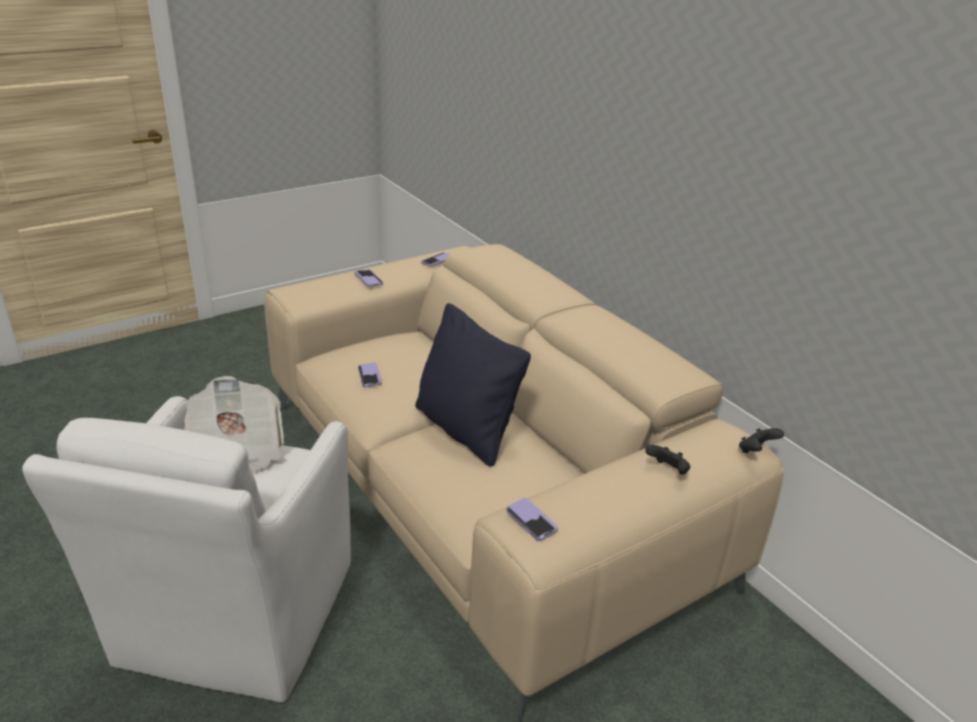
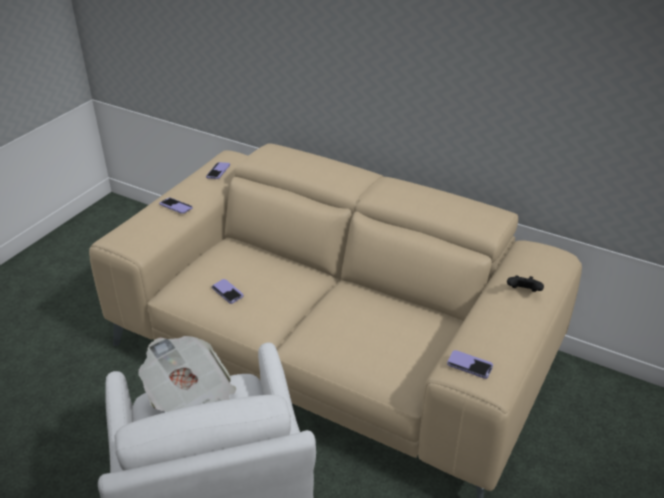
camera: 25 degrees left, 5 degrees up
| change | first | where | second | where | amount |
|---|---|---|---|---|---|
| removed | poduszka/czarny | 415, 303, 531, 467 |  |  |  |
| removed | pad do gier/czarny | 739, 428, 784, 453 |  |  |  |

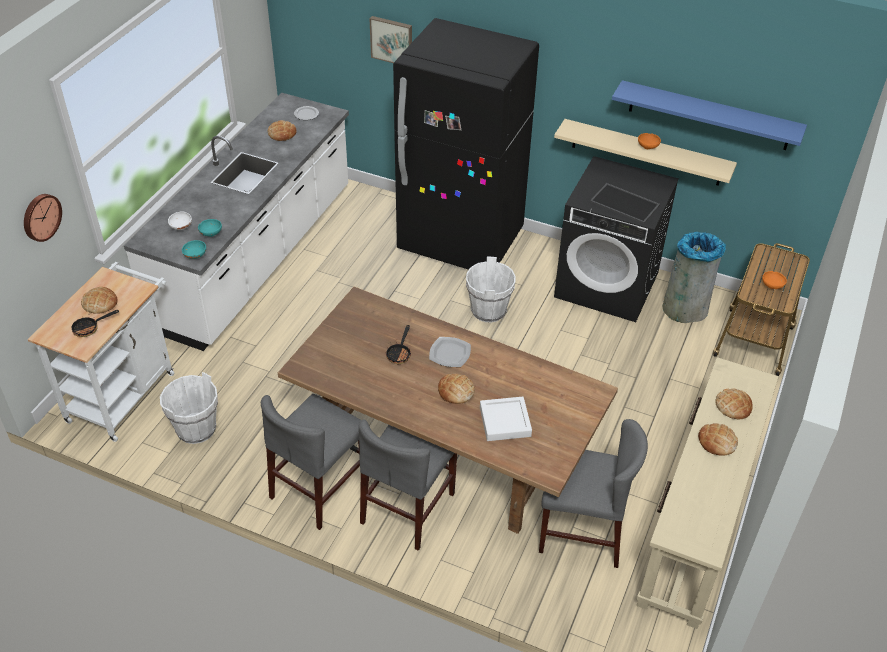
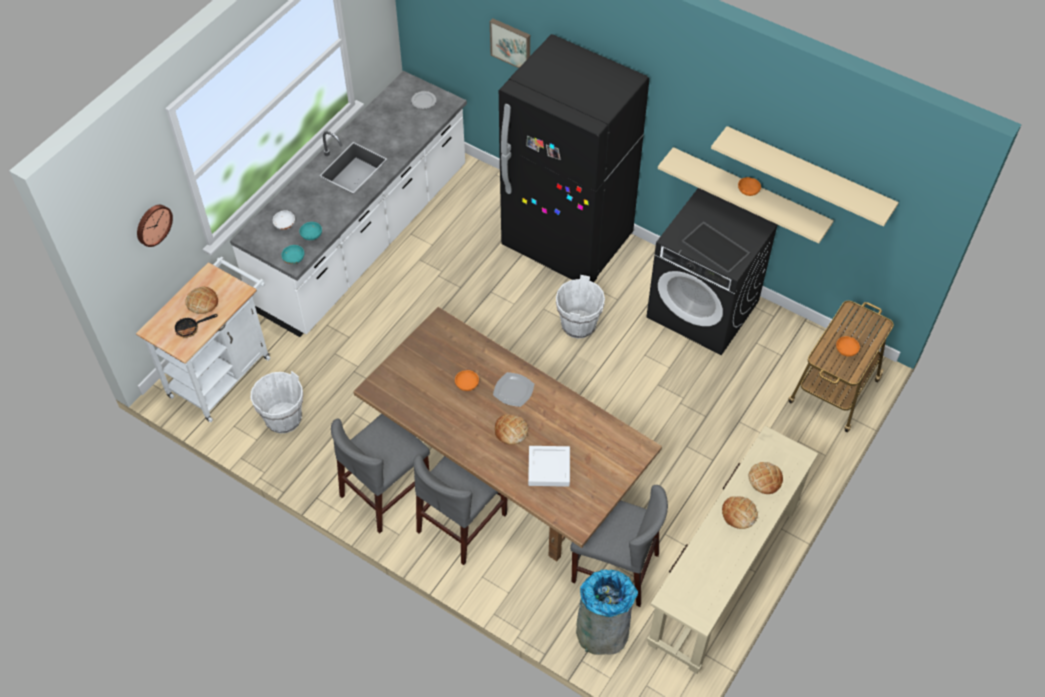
camera: 10 degrees right, 10 degrees up
| change | first | where | second | where | amount |
|---|---|---|---|---|---|
| removed | chleb | 268, 120, 297, 141 |  |  |  |
| replaced | patelnia | 386, 325, 411, 364 | miska/pomarańczowy | 455, 370, 479, 391 |  |
| recoloured | półka/niebieski | 612, 80, 807, 150 | półka/beżowy | 711, 126, 899, 227 |  |
| moved | kosz na śmieci/szary | 663, 232, 726, 323 |  | 576, 569, 638, 655 |  |

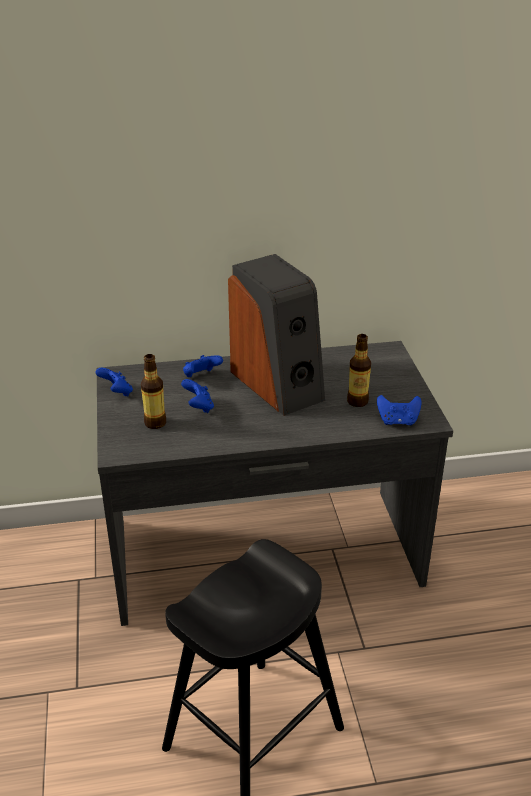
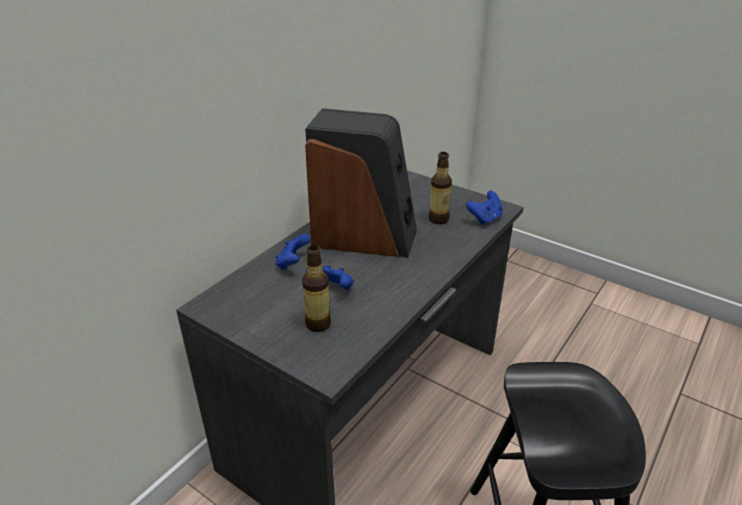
camera: 45 degrees left, 0 degrees up
| change | first | where | second | where | amount |
|---|---|---|---|---|---|
| removed | pad do gier/niebieski | 95, 368, 133, 396 |  |  |  |

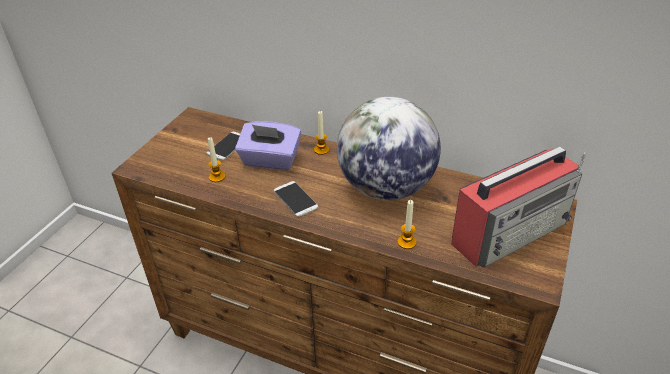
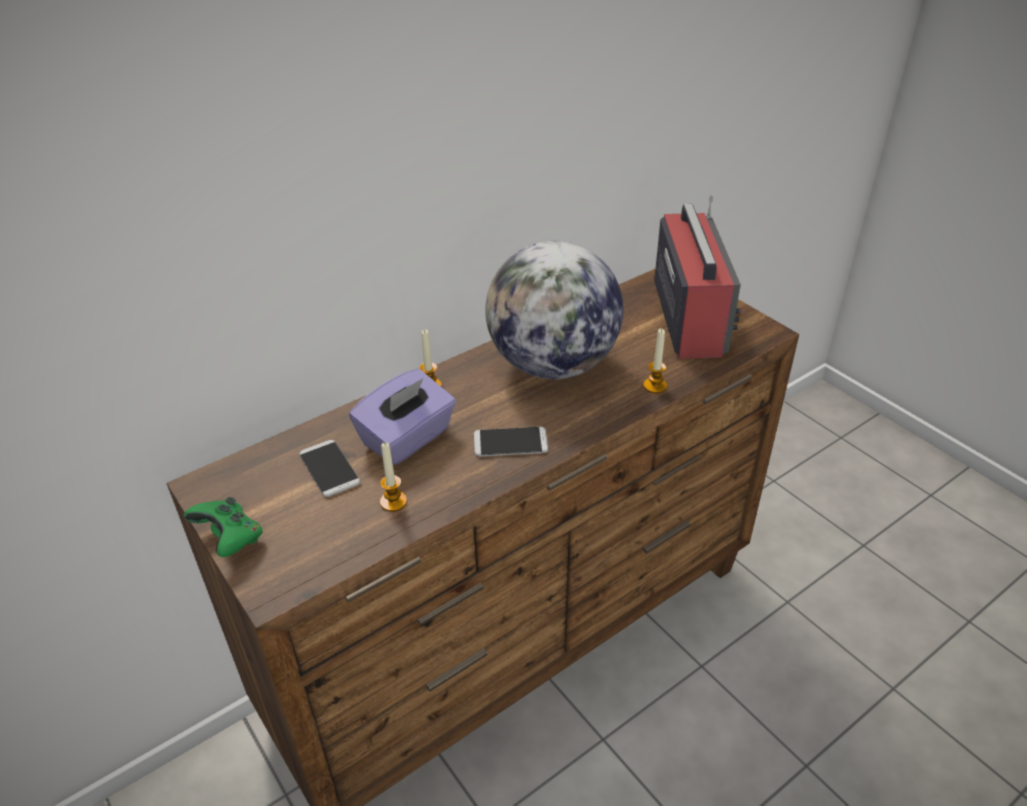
camera: 60 degrees left, 0 degrees up
| change | first | where | second | where | amount |
|---|---|---|---|---|---|
| added |  |  | pad do gier/zielony | 184, 497, 263, 557 |  |

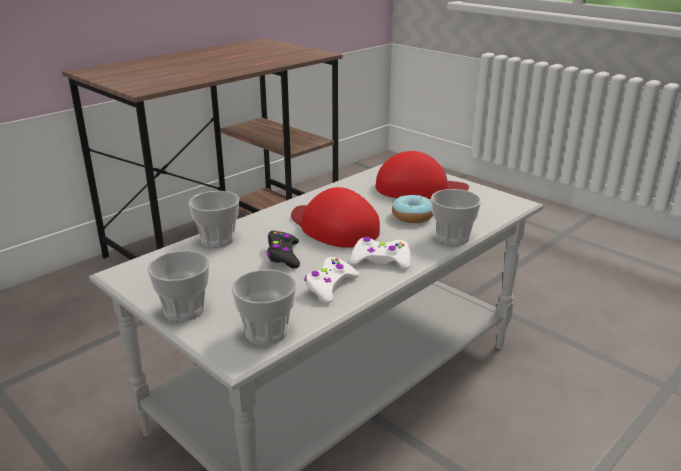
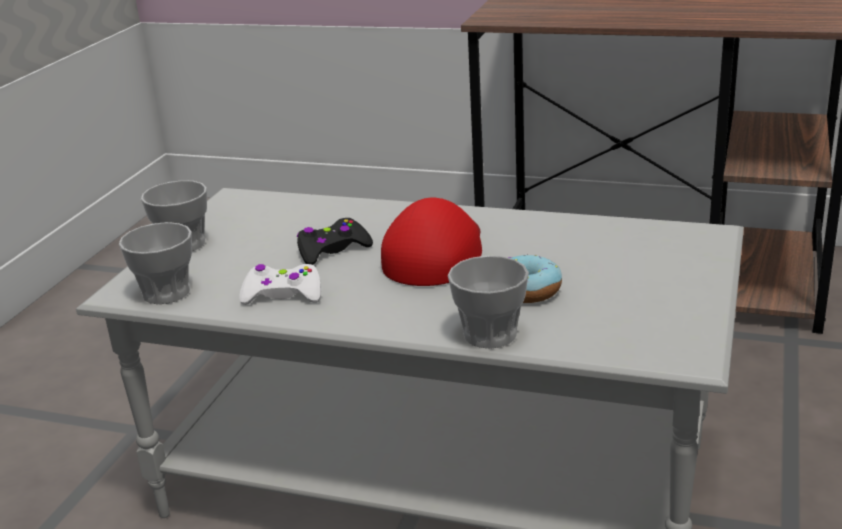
camera: 65 degrees right, 0 degrees up
| change | first | where | second | where | amount |
|---|---|---|---|---|---|
| removed | filiżanka | 189, 191, 239, 247 |  |  |  |
| removed | pad do gier/biały | 351, 237, 411, 269 |  |  |  |
| removed | czapka z daszkiem/czerwony | 375, 151, 469, 199 |  |  |  |

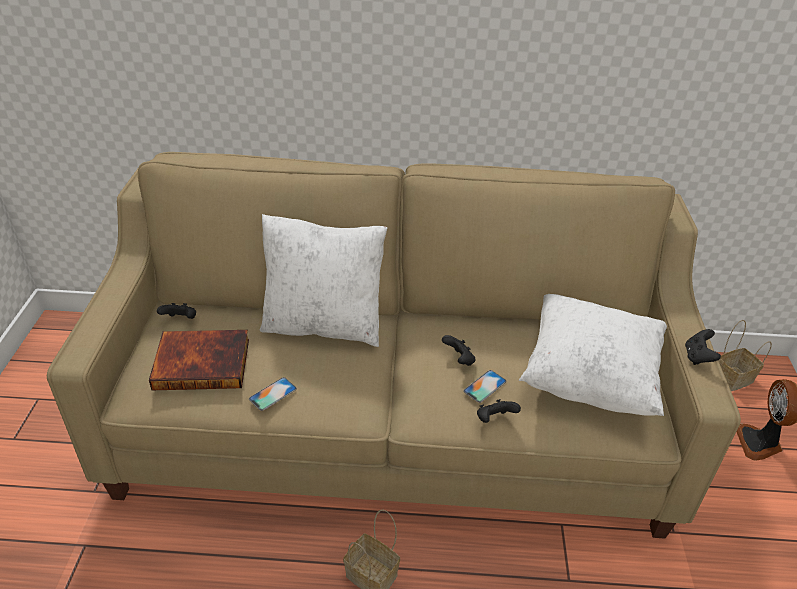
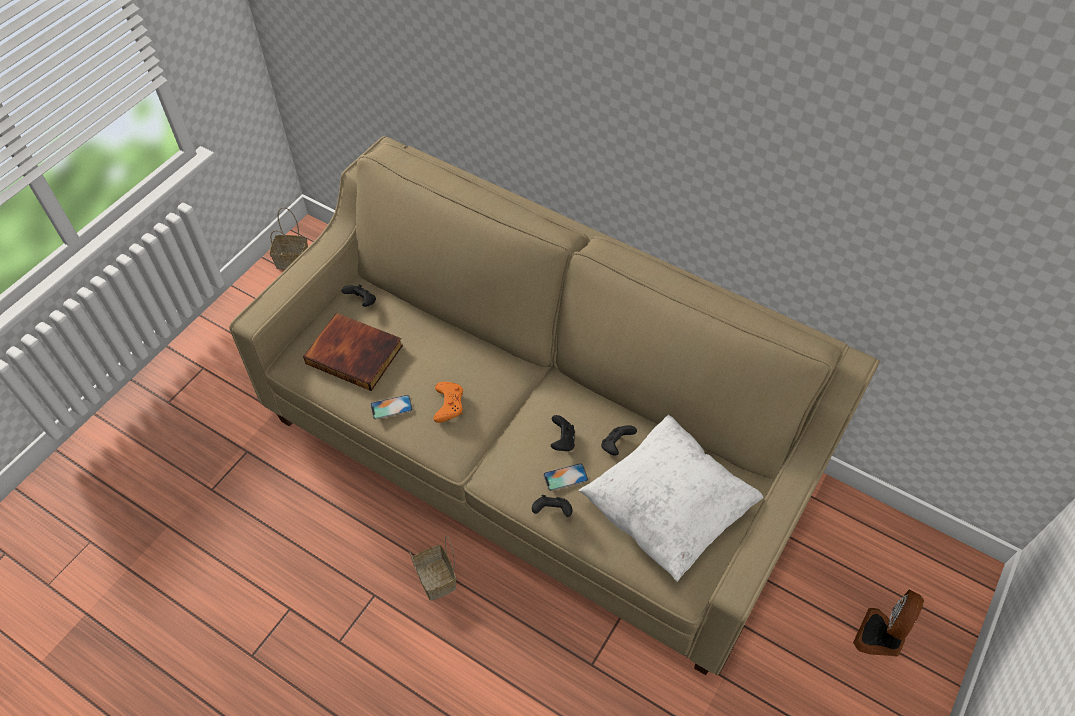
camera: 30 degrees right, 15 degrees up
| change | first | where | second | where | amount |
|---|---|---|---|---|---|
| removed | poduszka/biały | 260, 214, 387, 347 |  |  |  |
| moved | pad do gier/czarny | 685, 329, 721, 365 |  | 601, 425, 637, 456 |  |
| moved | koszyk | 718, 320, 772, 391 |  | 270, 207, 308, 270 |  |
| added |  |  | pad do gier/pomarańczowy | 433, 382, 463, 423 |  |

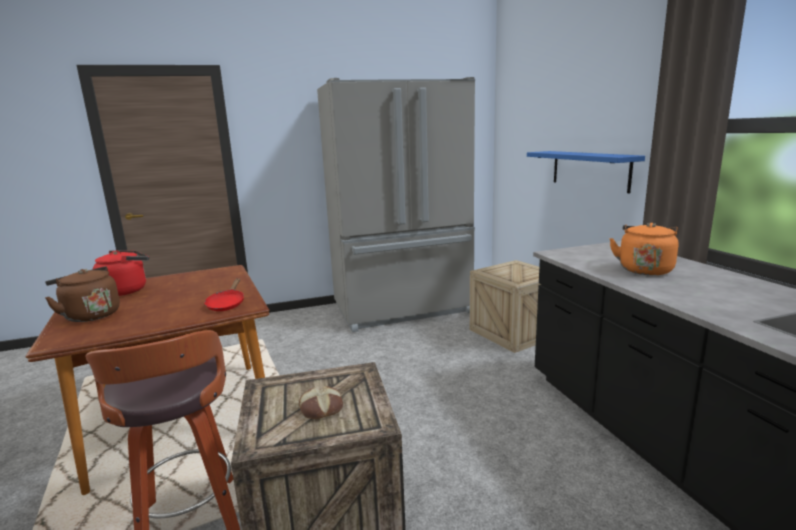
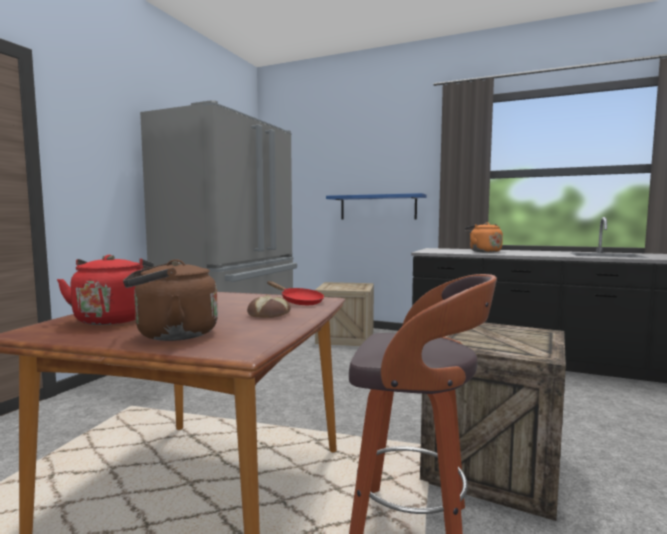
camera: 50 degrees left, 10 degrees down
| change | first | where | second | where | amount |
|---|---|---|---|---|---|
| moved | chleb | 299, 386, 343, 419 |  | 247, 295, 291, 318 |  |

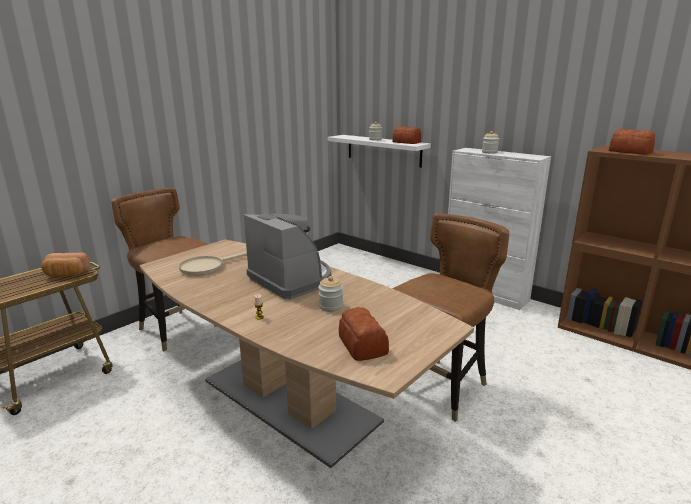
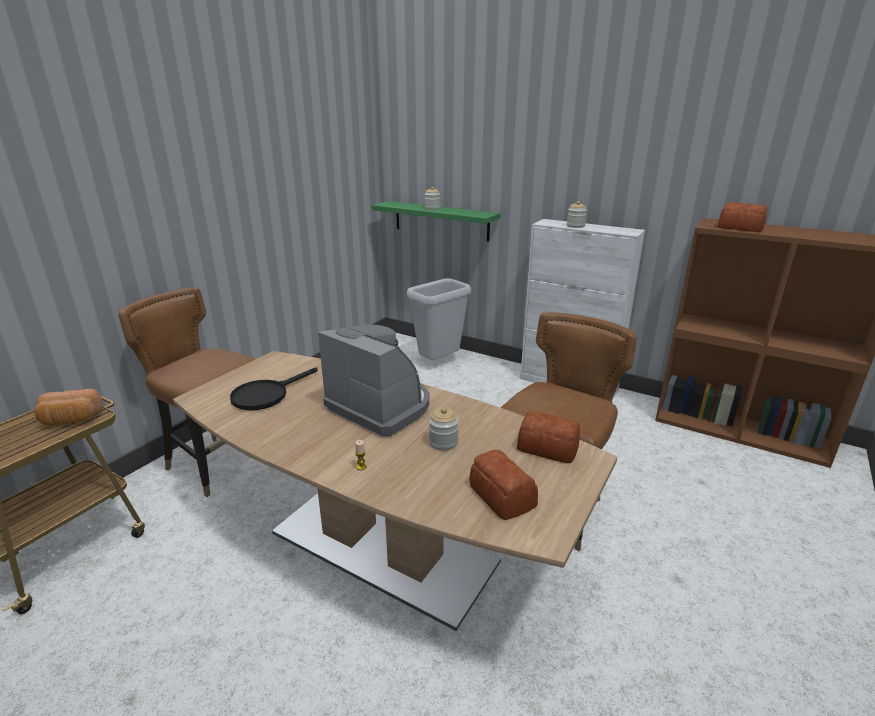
camera: 10 degrees left, 5 degrees up
| change | first | where | second | where | amount |
|---|---|---|---|---|---|
| recoloured | patelnia/beżowy | 179, 252, 247, 276 | patelnia/czarny | 230, 367, 317, 411 |  |
| recoloured | półka/biały | 328, 135, 431, 168 | półka/zielony | 371, 201, 500, 242 |  |
| moved | chleb | 393, 126, 421, 144 |  | 517, 410, 580, 463 |  |
| added |  |  | kosz na śmieci/szary | 407, 278, 471, 360 |  |

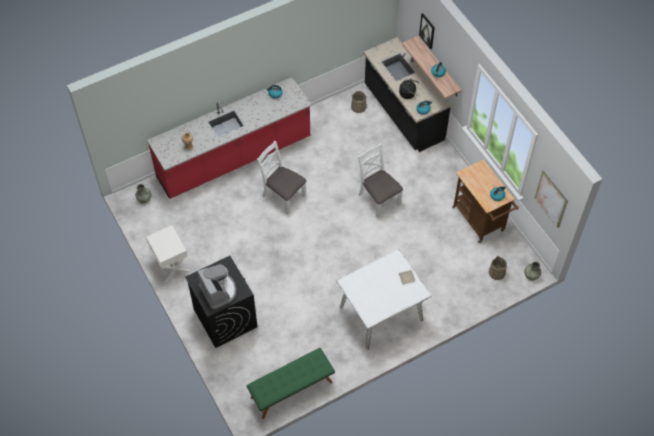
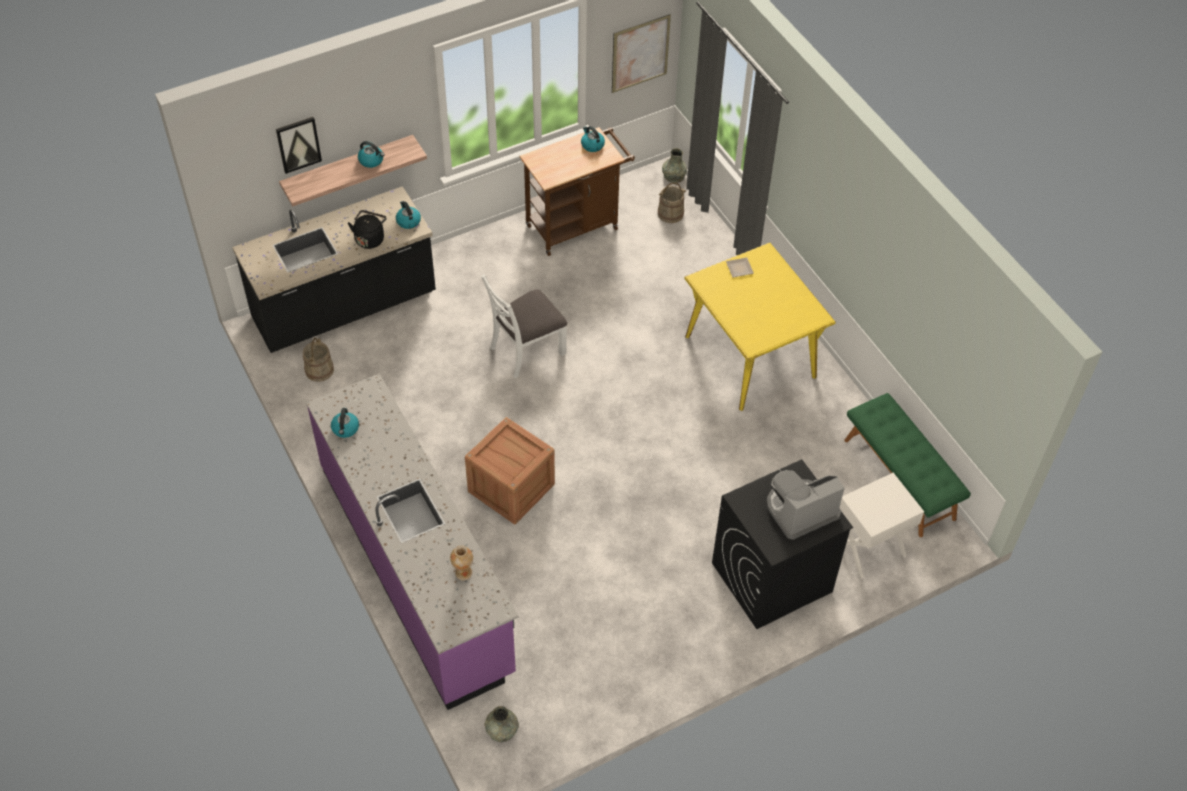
camera: 90 degrees left, 5 degrees down
| change | first | where | second | where | amount |
|---|---|---|---|---|---|
| moved | szafka nocna/biały | 146, 225, 190, 283 |  | 840, 473, 924, 579 |  |
| recoloured | zabudowa kuchenna/czerwony | 147, 77, 311, 199 | zabudowa kuchenna/fioletowy | 306, 373, 519, 710 |  |
| replaced | krzesło/biały | 257, 141, 306, 215 | skrzynka | 465, 417, 555, 524 |  |
| recoloured | stół jadalny/biały | 336, 249, 431, 350 | stół jadalny/żółty | 684, 243, 836, 411 |  |

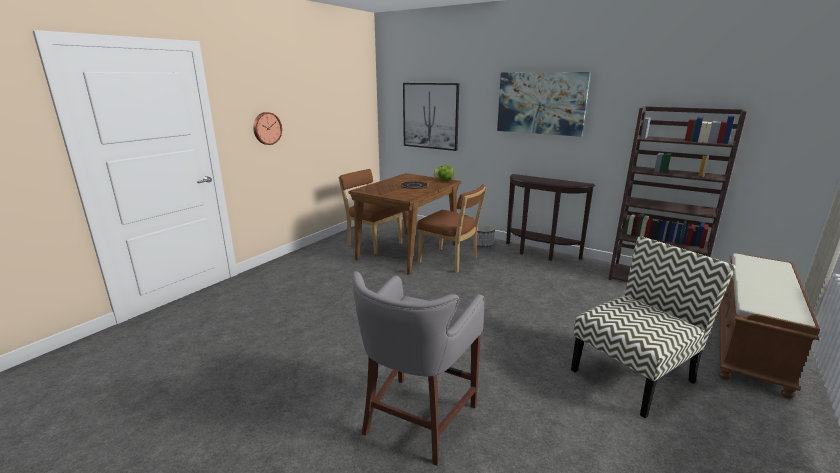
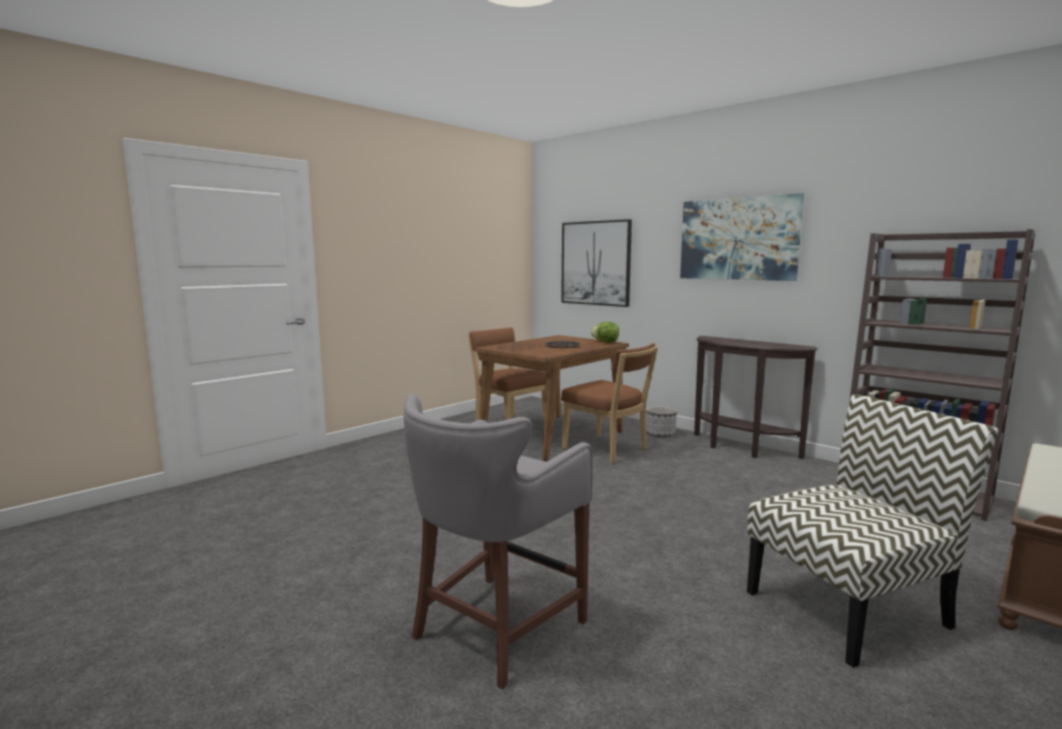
camera: 10 degrees right, 10 degrees down
| change | first | where | second | where | amount |
|---|---|---|---|---|---|
| removed | zegar ścienny | 253, 112, 282, 145 |  |  |  |

